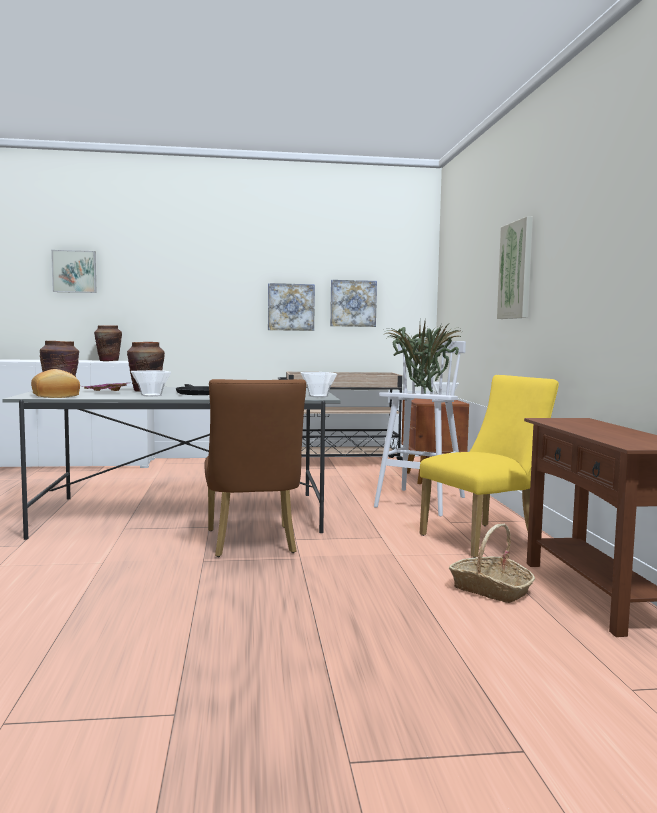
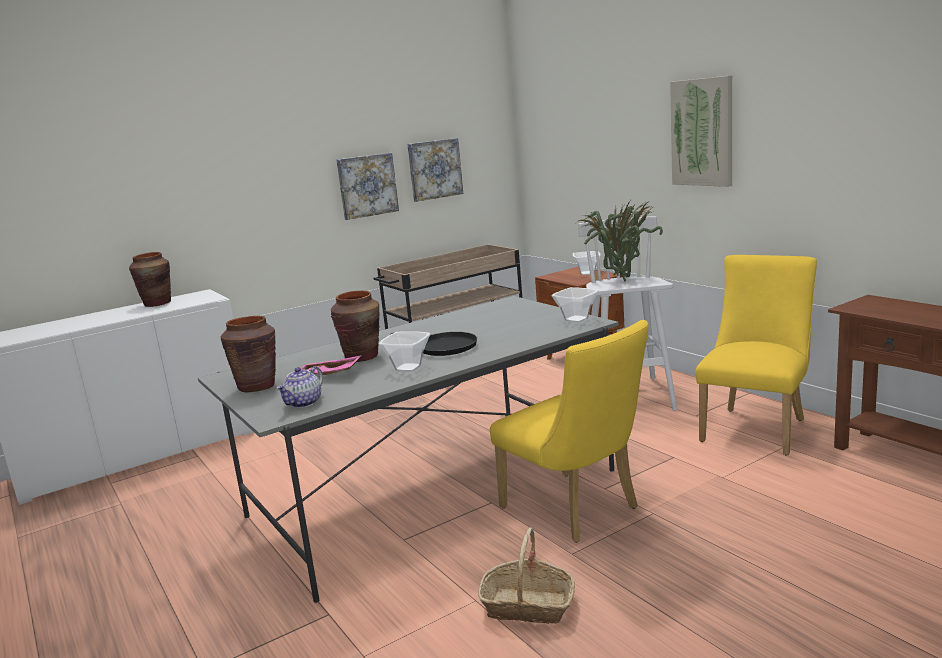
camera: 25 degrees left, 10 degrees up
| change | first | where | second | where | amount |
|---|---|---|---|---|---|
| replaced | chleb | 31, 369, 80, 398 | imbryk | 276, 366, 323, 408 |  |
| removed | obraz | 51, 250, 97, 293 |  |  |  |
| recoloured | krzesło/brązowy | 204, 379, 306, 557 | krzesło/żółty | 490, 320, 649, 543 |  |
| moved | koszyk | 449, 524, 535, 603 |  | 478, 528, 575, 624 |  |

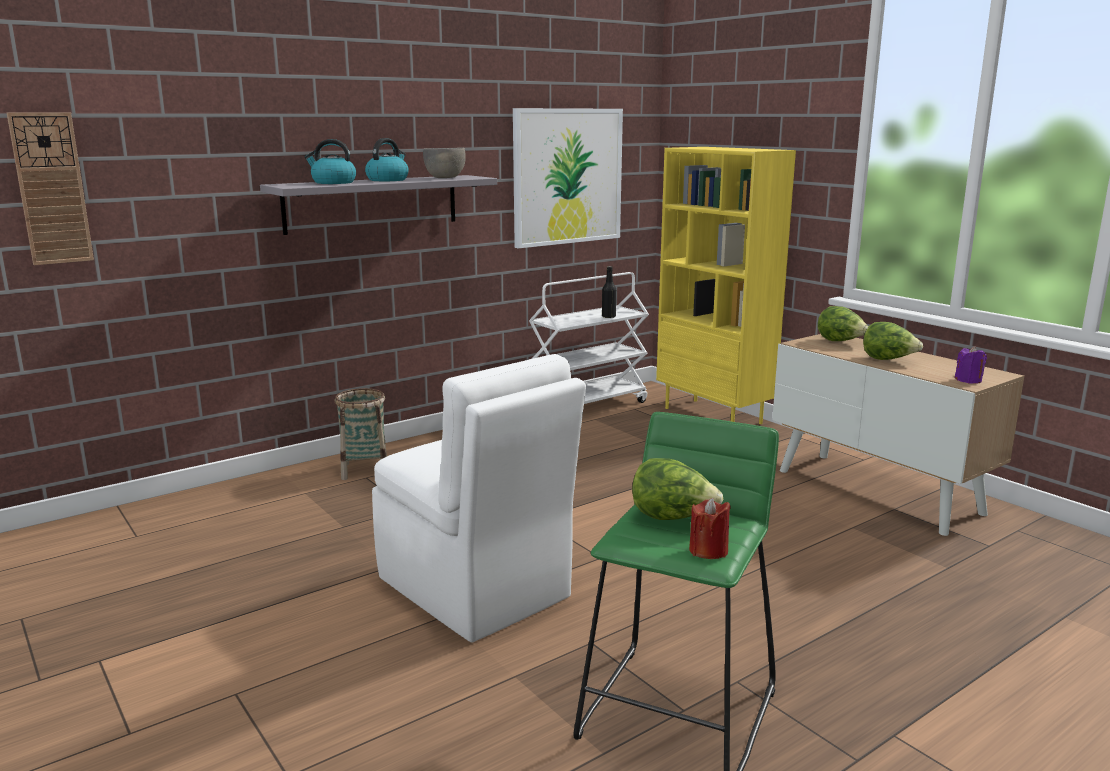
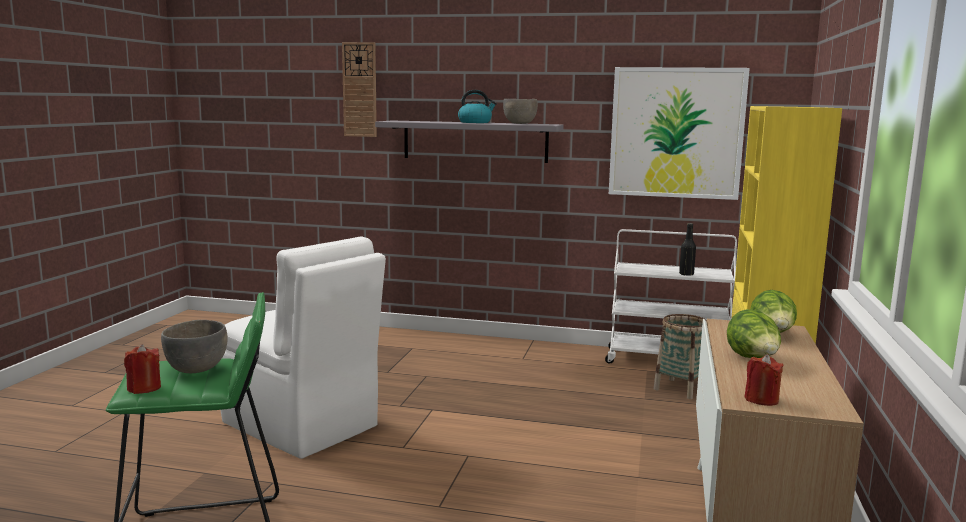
camera: 50 degrees right, 5 degrees down
| change | first | where | second | where | amount |
|---|---|---|---|---|---|
| moved | zegar ścienny | 7, 112, 94, 265 |  | 342, 42, 377, 137 |  |
| removed | czajnik | 305, 139, 356, 184 |  |  |  |
| moved | koszyk | 335, 388, 387, 480 |  | 654, 314, 707, 399 |  |
| turned | krzesło/biały | 372, 354, 586, 642 |  | 221, 236, 386, 459 | 60 degrees counterclockwise |
| replaced | sałata | 632, 458, 723, 520 | miska/szary | 161, 320, 228, 373 |  |
| recoloured | świeca/fioletowy | 955, 346, 987, 384 | świeca/czerwony | 744, 354, 784, 406 |  |

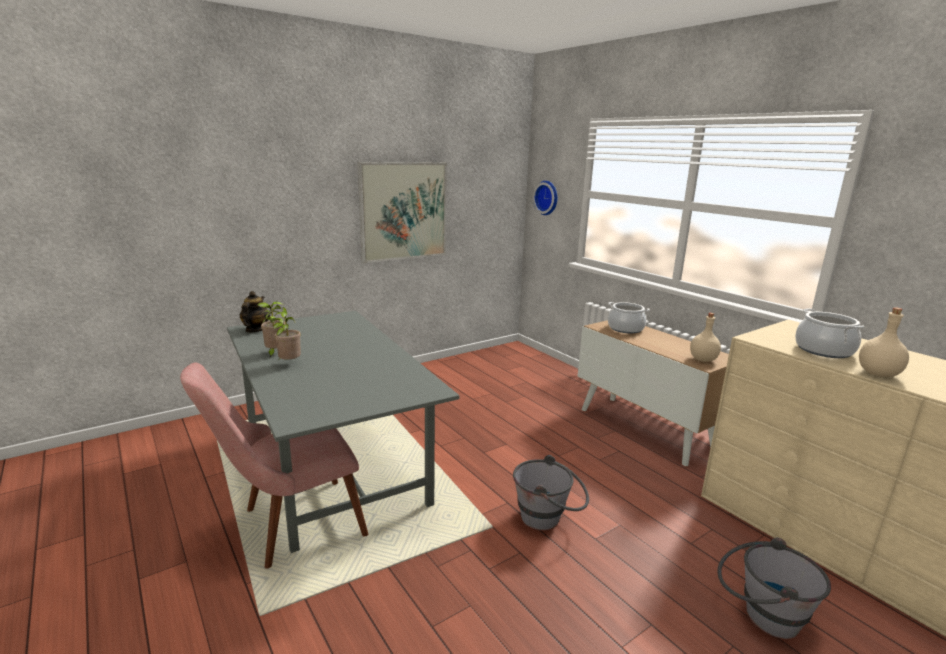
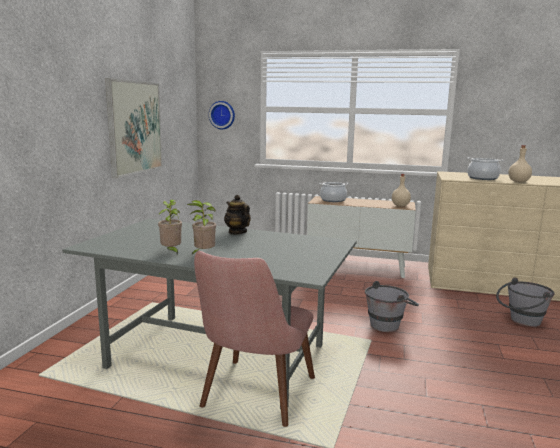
camera: 40 degrees left, 5 degrees down
| change | first | where | second | where | amount |
|---|---|---|---|---|---|
| moved | imbryk | 239, 291, 270, 332 |  | 224, 195, 251, 234 |  |

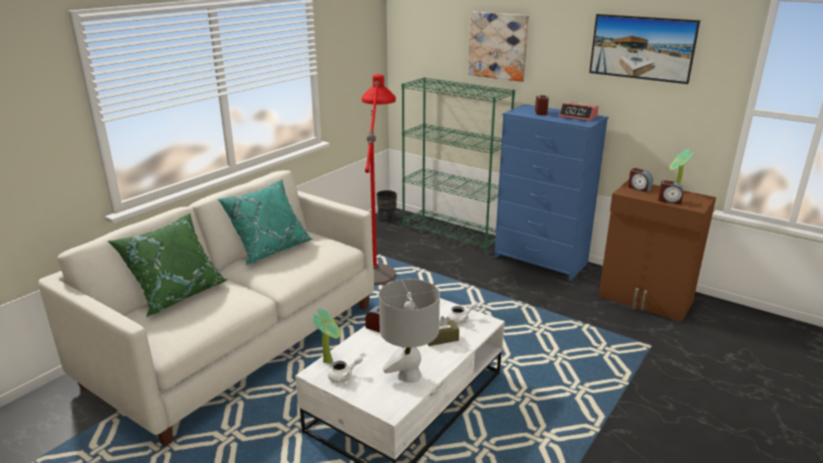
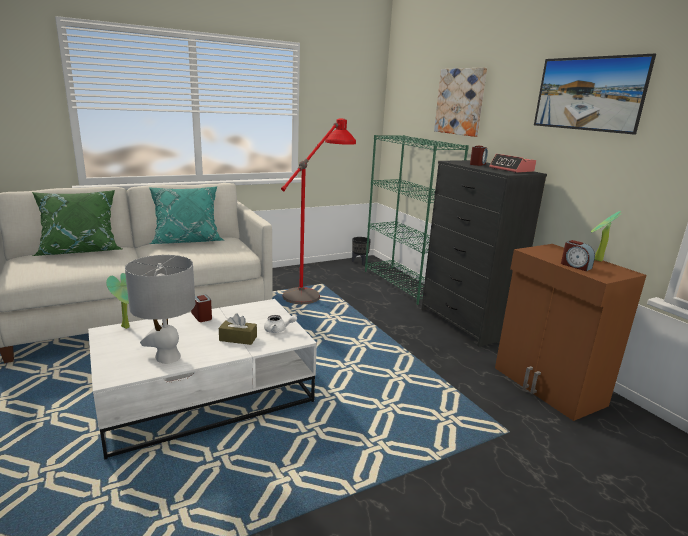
camera: 25 degrees right, 5 degrees down
| change | first | where | second | where | amount |
|---|---|---|---|---|---|
| removed | imbryk/biały | 328, 355, 363, 383 |  |  |  |
| recoloured | komoda/niebieski | 494, 104, 608, 281 | komoda/czarny | 421, 160, 547, 347 |  |
| removed | budzik | 628, 168, 653, 192 |  |  |  |

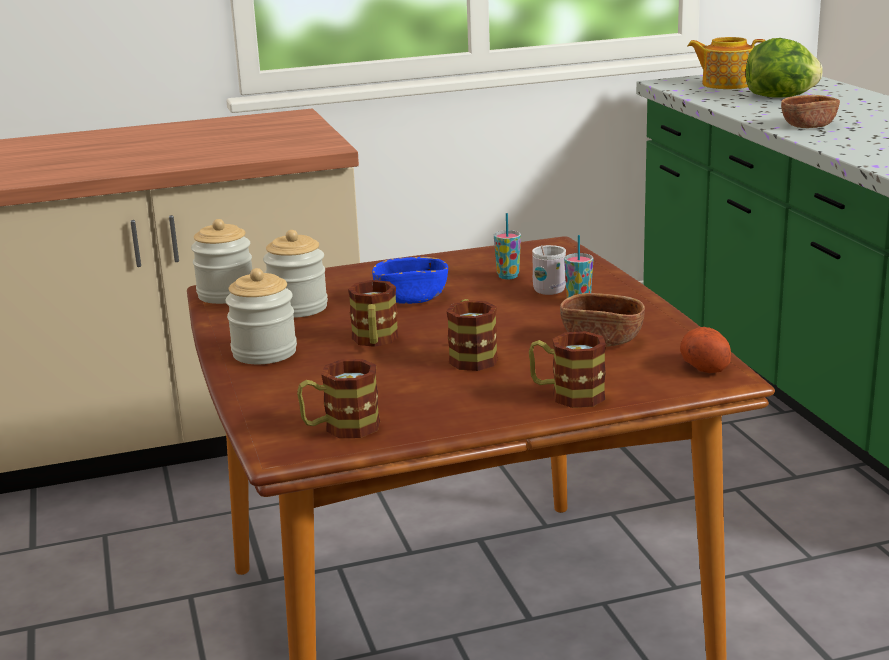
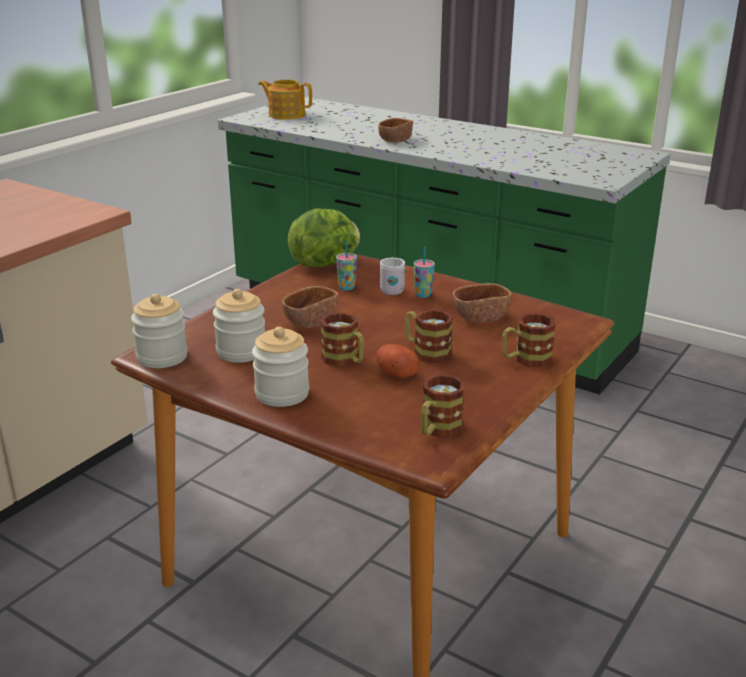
camera: 40 degrees left, 5 degrees up
| change | first | where | second | where | amount |
|---|---|---|---|---|---|
| recoloured | miska/niebieski | 372, 257, 448, 304 | miska/brązowy | 282, 286, 339, 328 |  |
| moved | ziemniak | 680, 327, 731, 373 |  | 376, 344, 419, 378 |  |
| turned | imbryk | 687, 37, 766, 89 |  | 258, 80, 312, 120 | 45 degrees clockwise |
| moved | sałata | 746, 38, 823, 98 |  | 288, 209, 360, 267 |  |

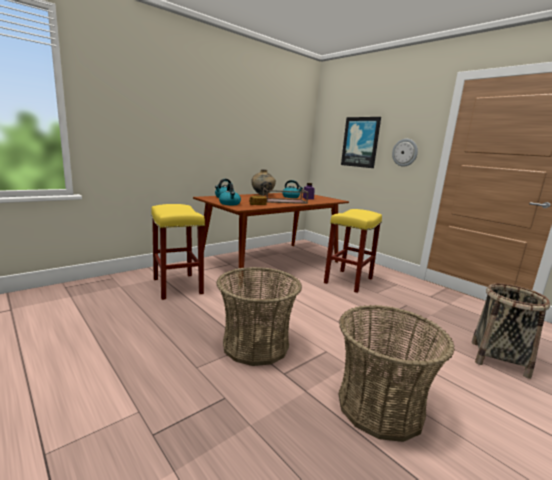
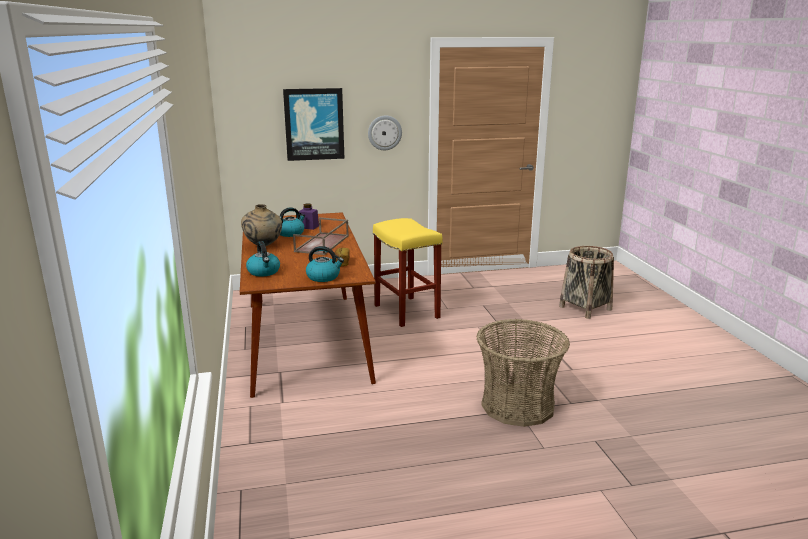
camera: 60 degrees left, 5 degrees up
| change | first | where | second | where | amount |
|---|---|---|---|---|---|
| removed | stołek/żółty | 151, 204, 205, 300 |  |  |  |
| removed | koszyk | 338, 305, 455, 442 |  |  |  |

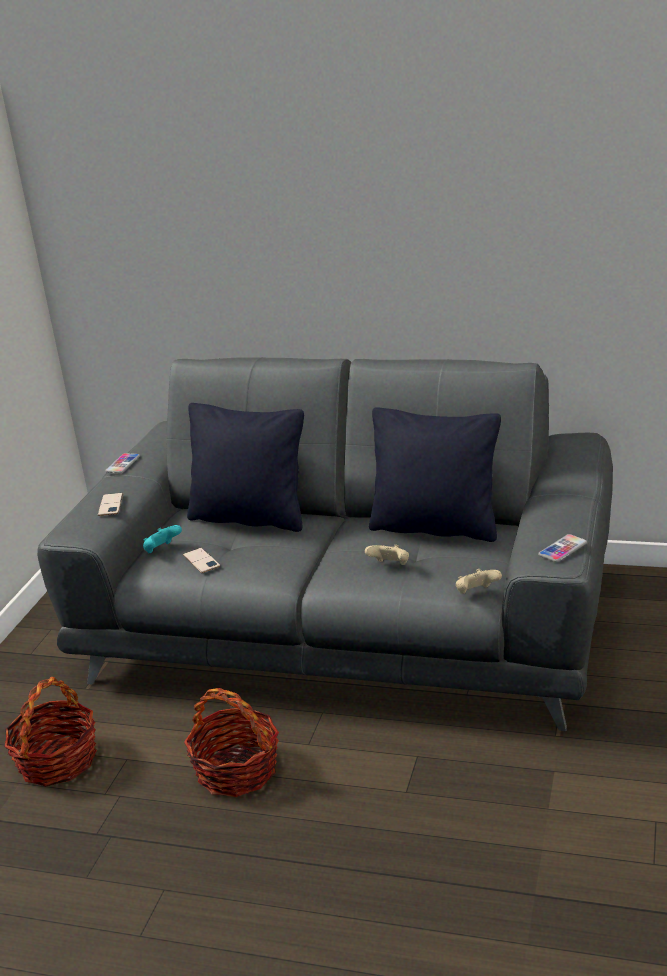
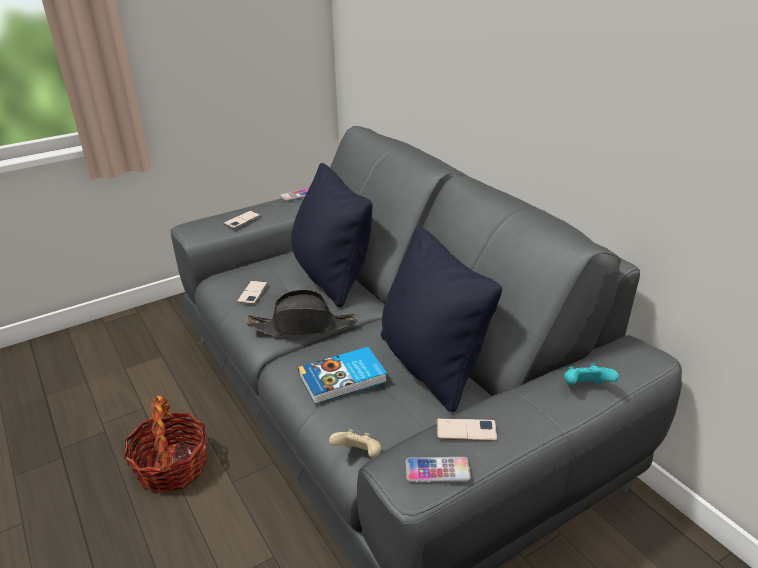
camera: 40 degrees right, 5 degrees up
| change | first | where | second | where | amount |
|---|---|---|---|---|---|
| removed | koszyk | 4, 677, 97, 787 |  |  |  |
| moved | pad do gier/turkusowy | 143, 525, 182, 553 |  | 564, 363, 619, 386 |  |
| replaced | pad do gier/beżowy | 365, 545, 409, 565 | książka | 298, 347, 387, 404 |  |
| added |  |  | kapelusz/czarny | 246, 289, 357, 336 |  |
| added |  |  | telefon | 437, 418, 498, 441 |  |

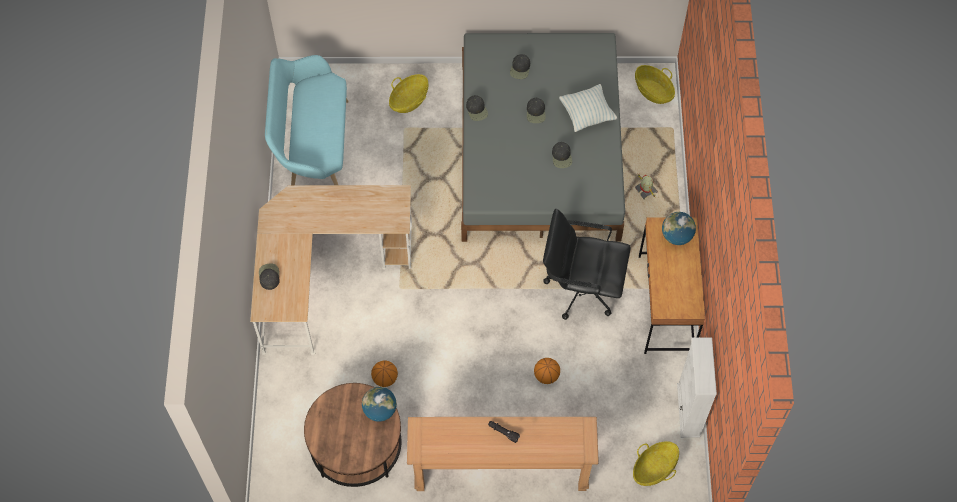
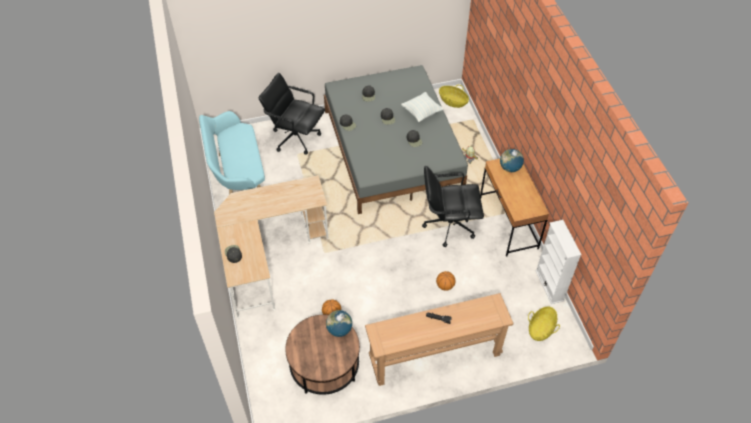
camera: 15 degrees left, 10 degrees down
| change | first | where | second | where | amount |
|---|---|---|---|---|---|
| replaced | koszyk | 389, 74, 428, 113 | krzesło biurowe/czarny | 258, 73, 325, 155 |  |

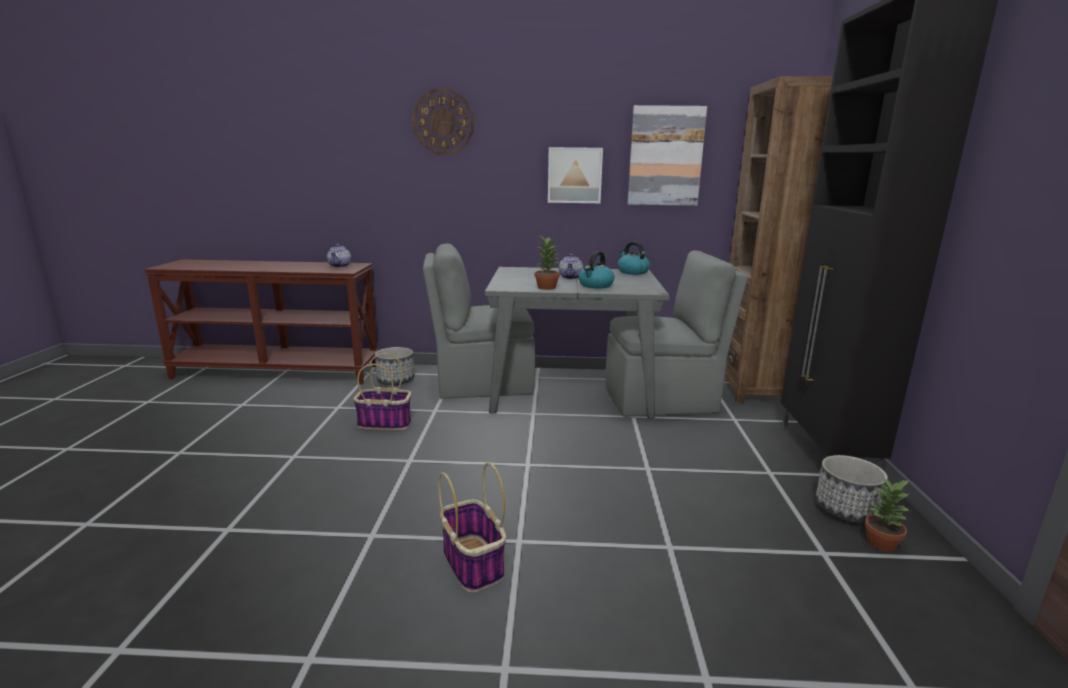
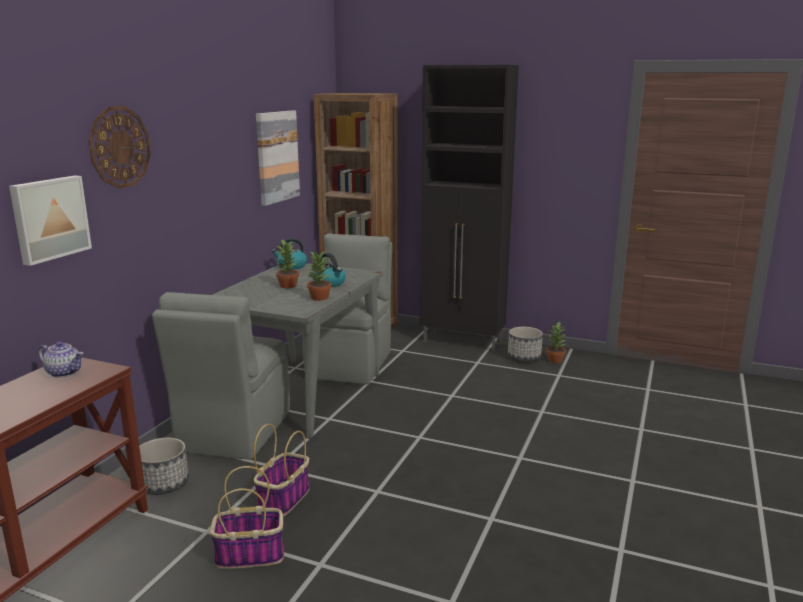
camera: 70 degrees left, 0 degrees up
| change | first | where | second | where | amount |
|---|---|---|---|---|---|
| moved | koszyk | 438, 462, 506, 592 |  | 210, 466, 284, 569 |  |
| moved | obraz | 548, 147, 603, 203 |  | 9, 175, 92, 266 |  |
| replaced | imbryk | 559, 254, 583, 279 | roślina doniczkowa | 276, 240, 299, 288 |  |

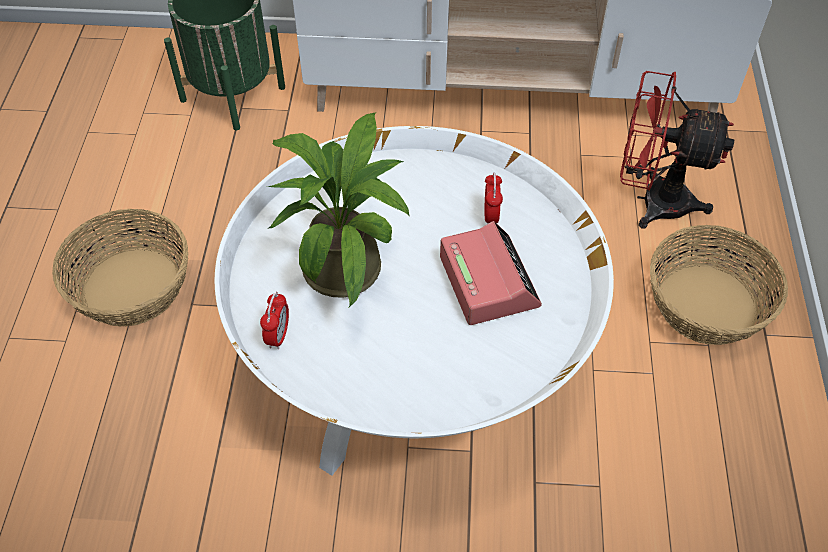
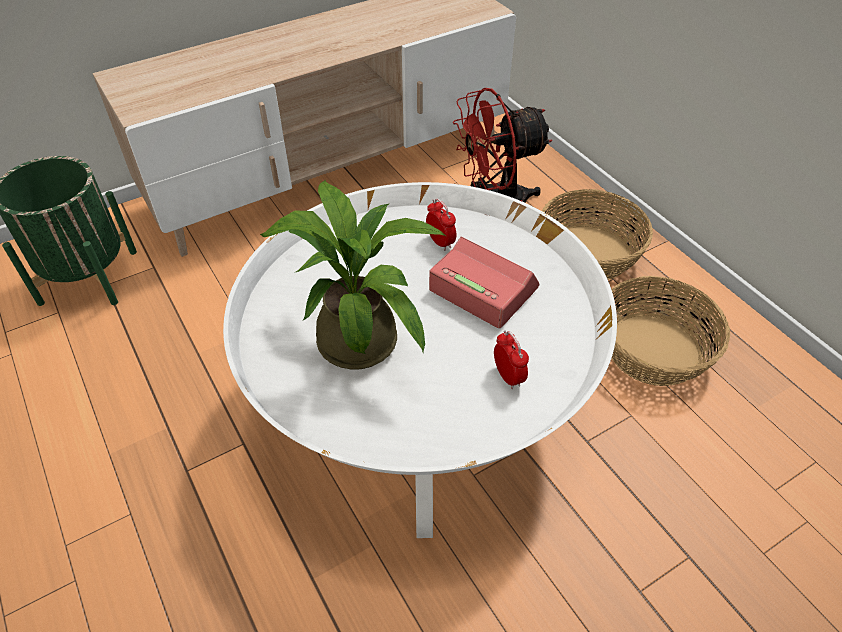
camera: 35 degrees left, 5 degrees down
| change | first | where | second | where | amount |
|---|---|---|---|---|---|
| moved | koszyk | 52, 209, 188, 326 |  | 611, 276, 730, 386 |  |
| moved | budzik | 260, 292, 289, 349 |  | 494, 330, 529, 389 |  |

